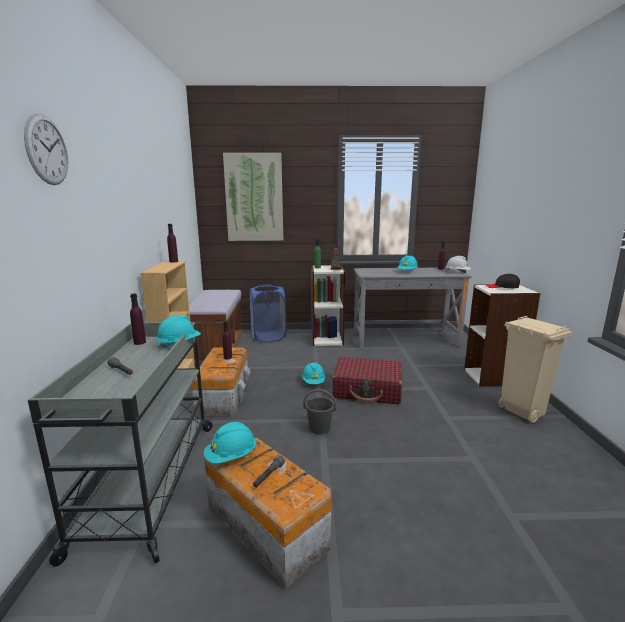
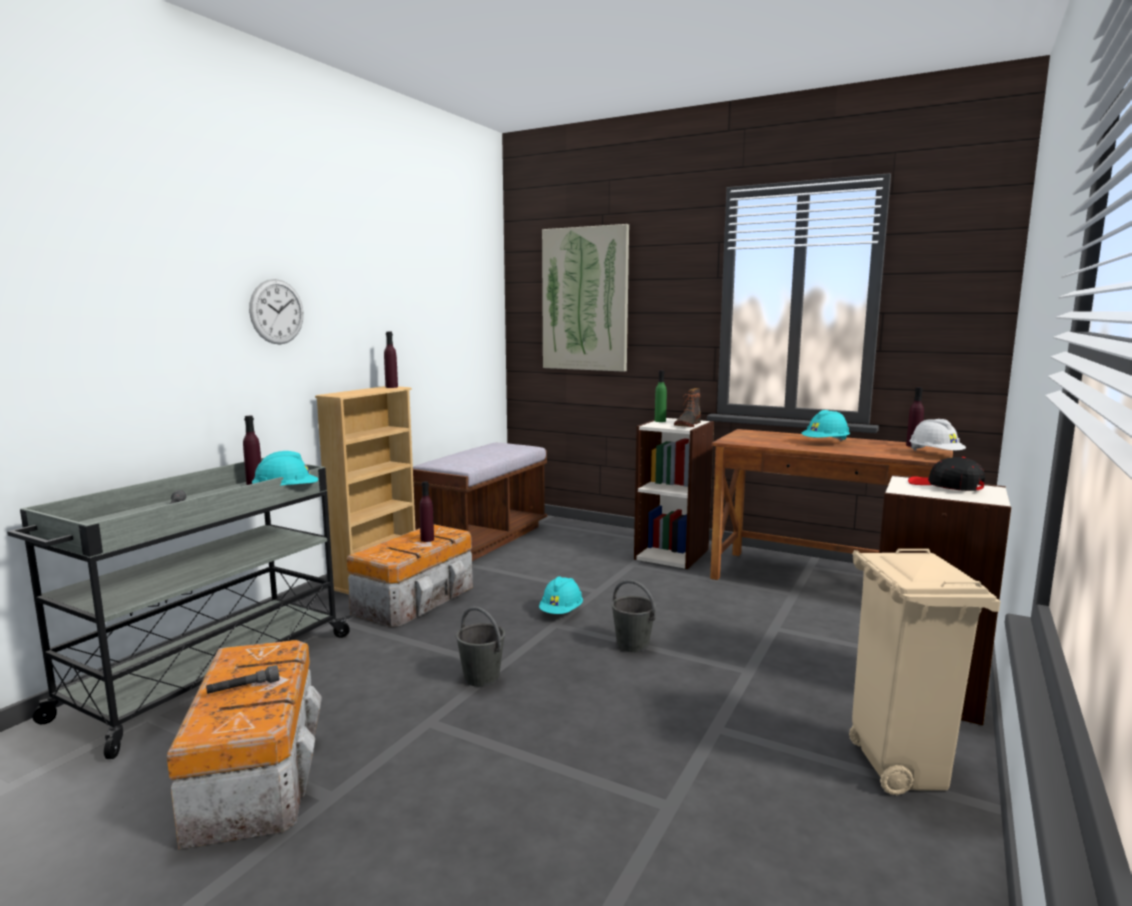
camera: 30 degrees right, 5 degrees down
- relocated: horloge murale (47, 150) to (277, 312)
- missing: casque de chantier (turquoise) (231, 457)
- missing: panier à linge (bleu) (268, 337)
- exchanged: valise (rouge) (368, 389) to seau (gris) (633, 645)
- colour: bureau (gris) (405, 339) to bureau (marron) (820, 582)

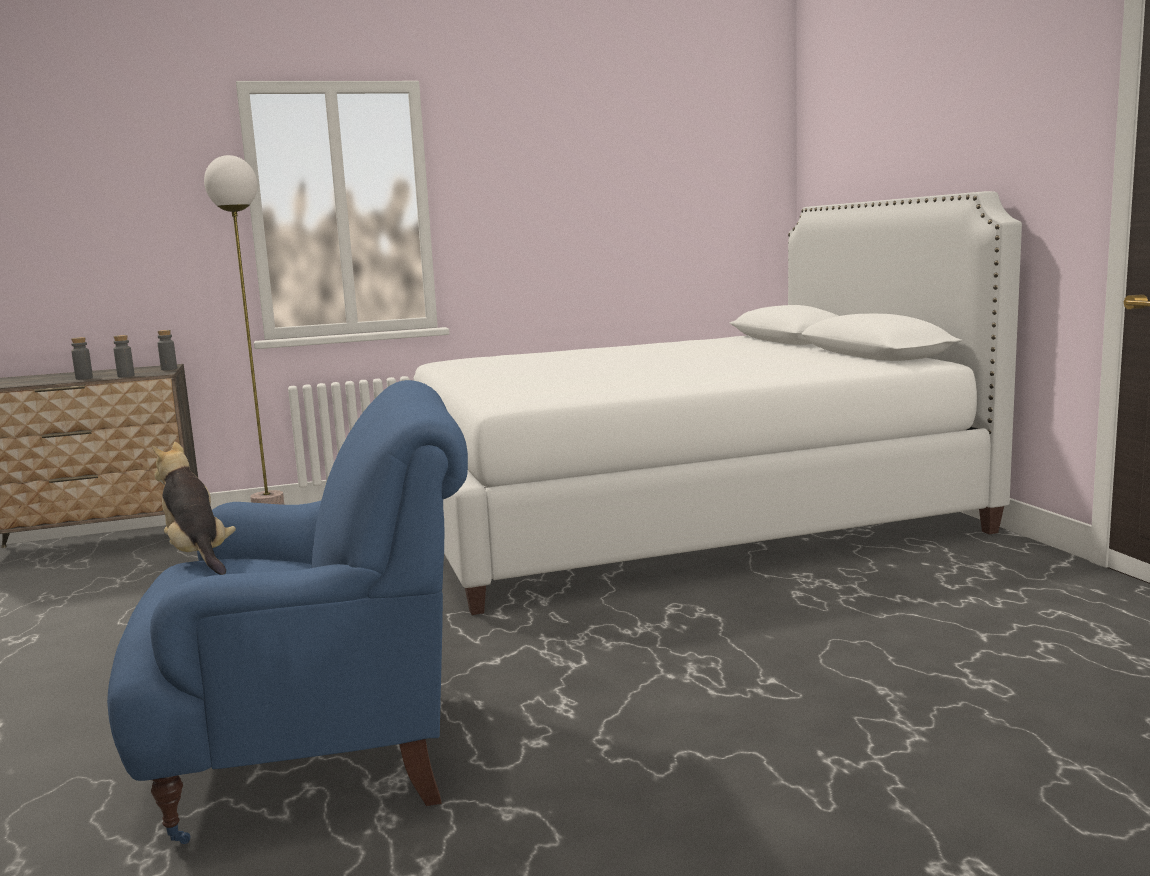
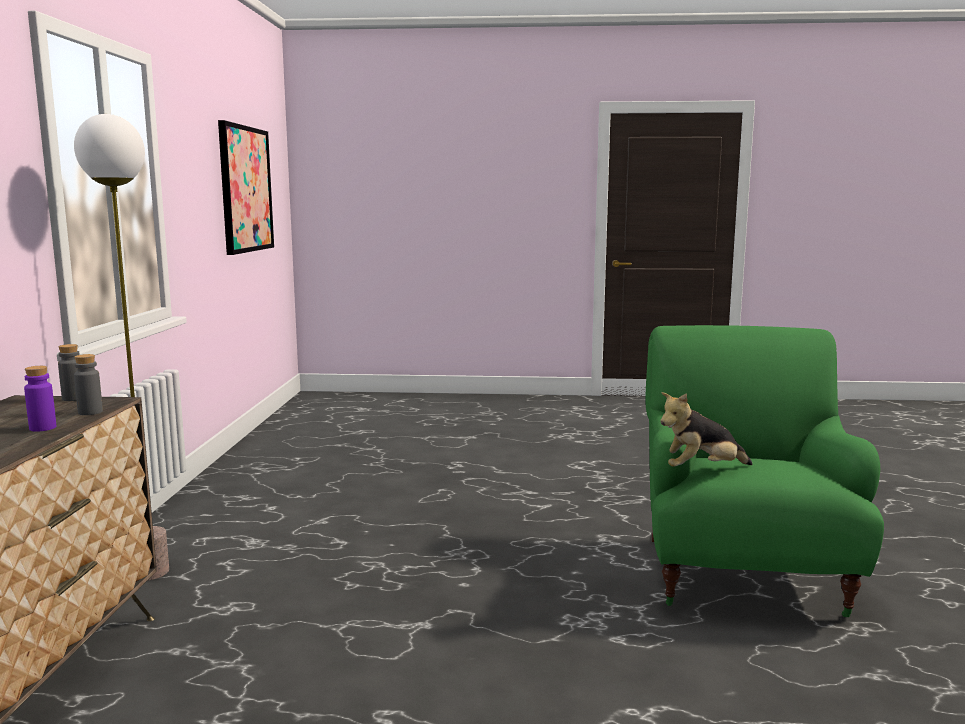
camera: 70 degrees left, 0 degrees up
- colour: bouteille (gris) (84, 378) to bouteille (violet) (43, 428)
- colour: fauteuil (bleu) (321, 755) to fauteuil (vert) (741, 573)
- missing: lit (blanc) (676, 517)
- appeared: tableau (245, 189)

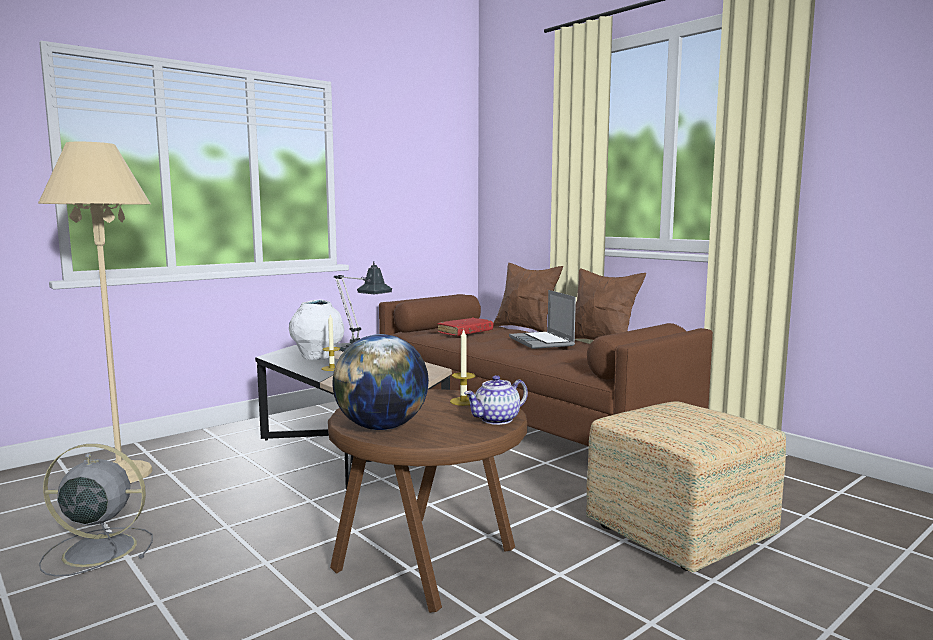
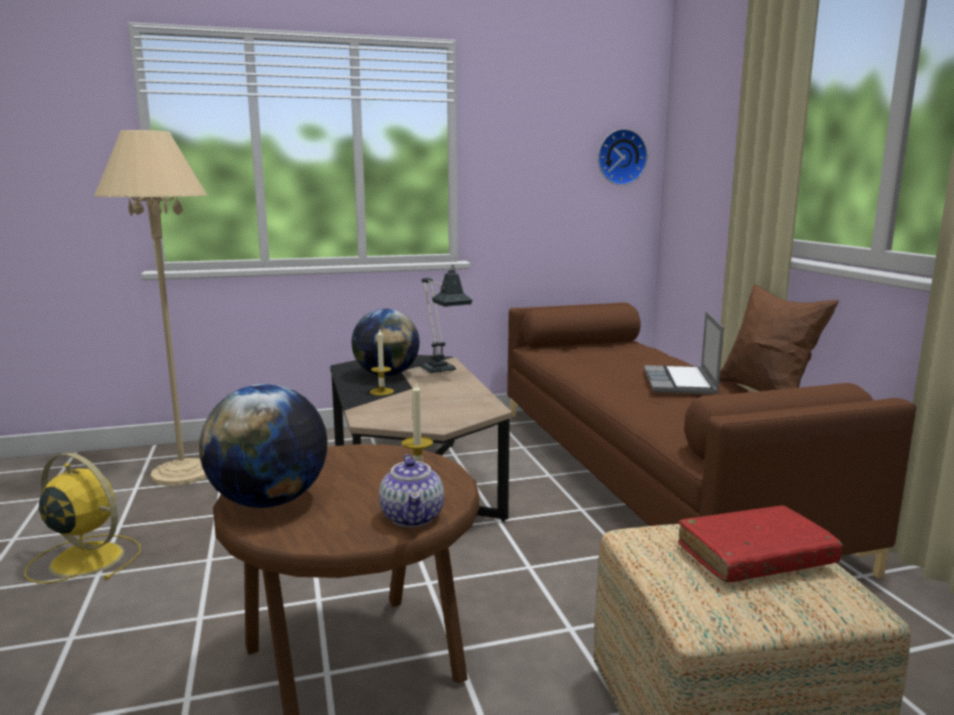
camera: 25 degrees right, 5 degrees up
- colour: ventilateur (gris) (96, 550) to ventilateur (jaune) (84, 559)
- exchanged: vase (blanc) (317, 358) to globe (386, 375)
- relocated: livre (rouge) (465, 332) to (755, 557)
- spun: théière (496, 420) = (413, 517) 90 degrees counterclockwise
- missing: coussin (marron) (526, 329)
- appeared: horloge murale (620, 157)

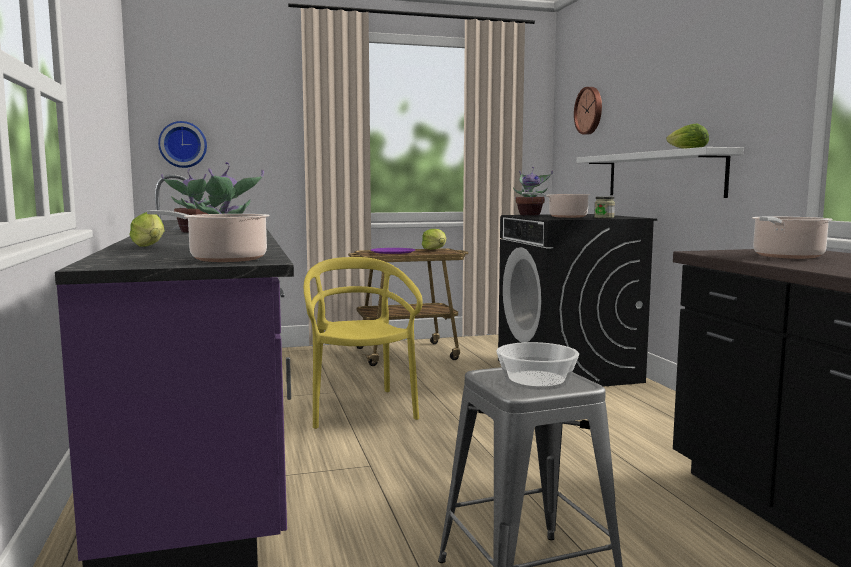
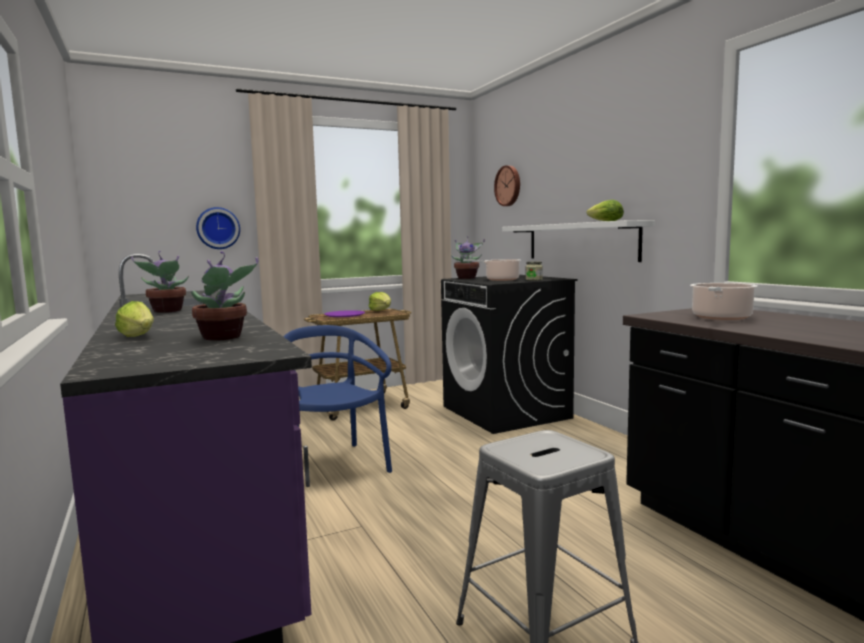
camera: 10 degrees left, 0 degrees up
- missing: marmite (223, 259)
- relocated: horloge murale (183, 144) to (218, 228)
- colour: chaise (jaune) (359, 408) to chaise (bleu) (334, 466)
- missing: bol (536, 380)

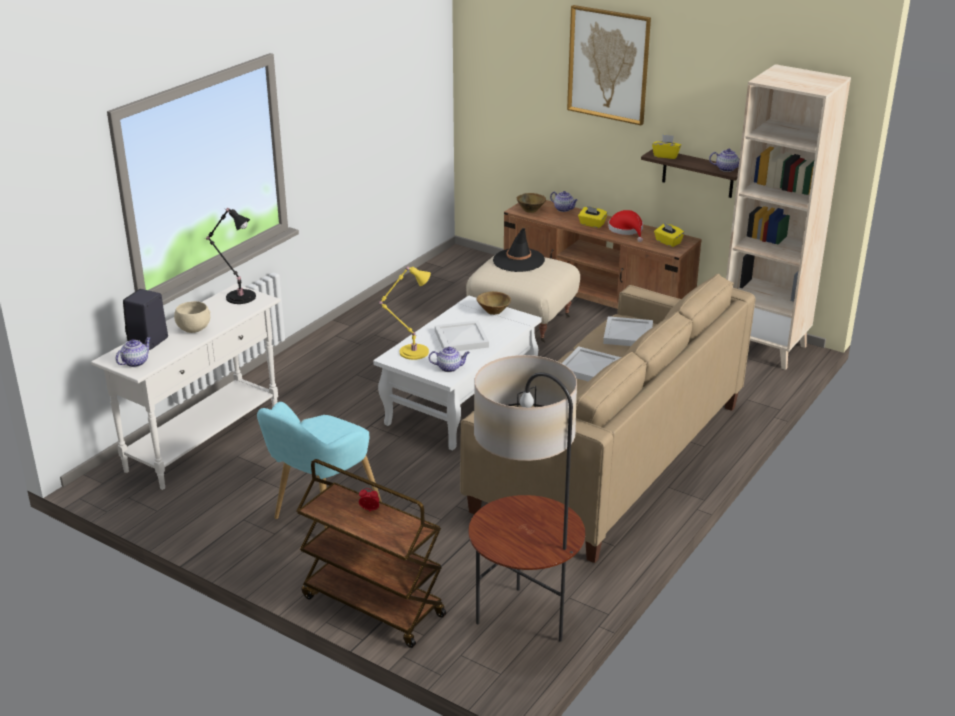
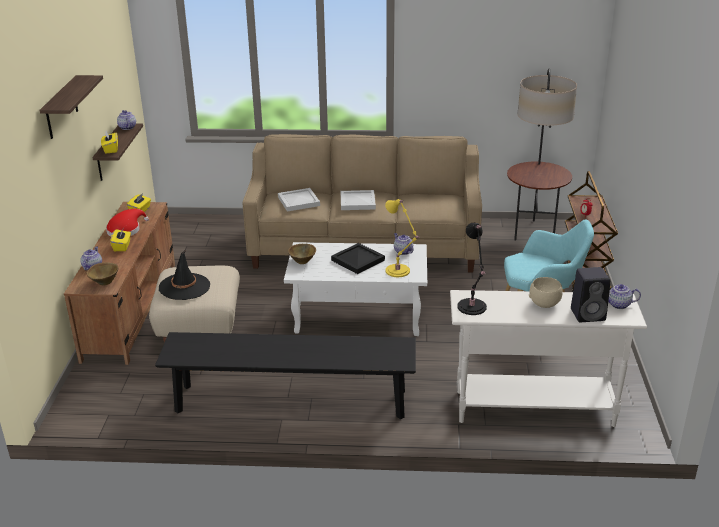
camera: 120 degrees left, 0 degrees up
- colour: plateau (blanc) (462, 339) to plateau (noir) (358, 260)
- exchanged: tableau (608, 64) to étagère (61, 108)
- missing: bibliothèque (beige) (764, 348)
- appeared: banc (noir) (291, 401)

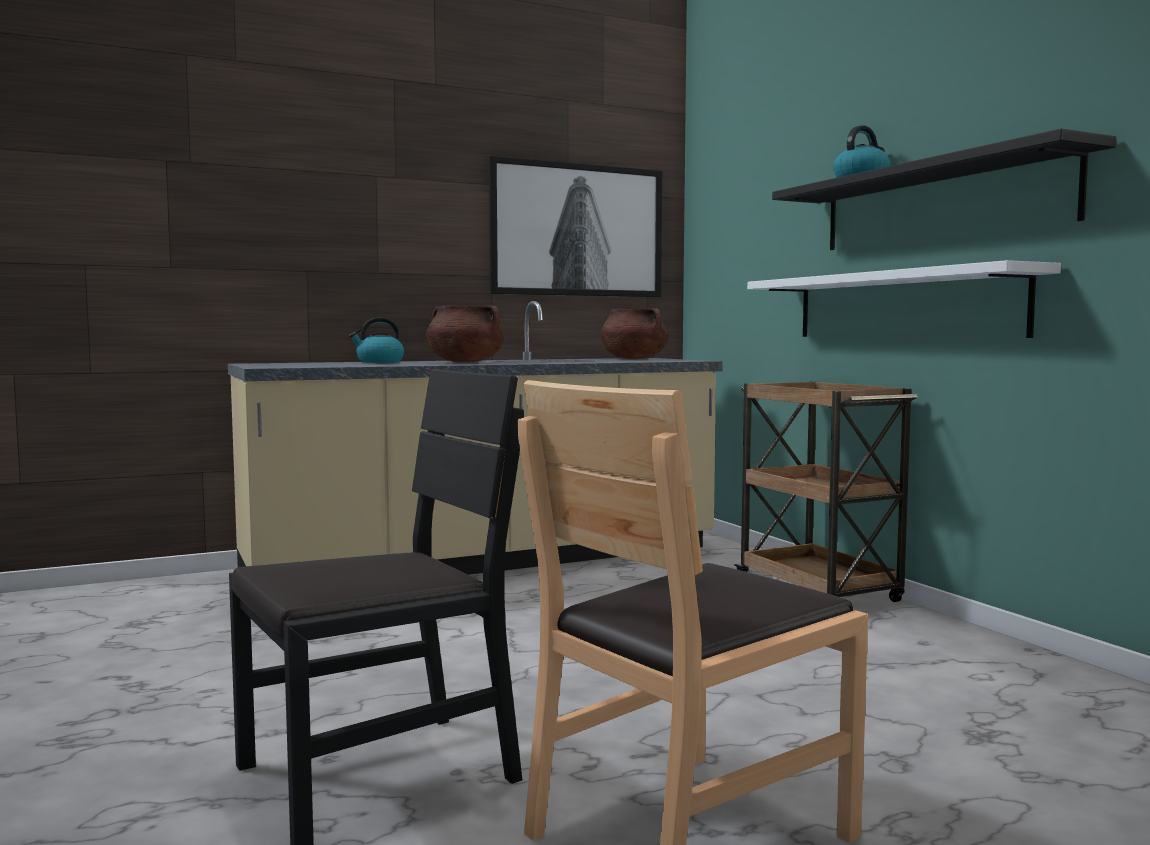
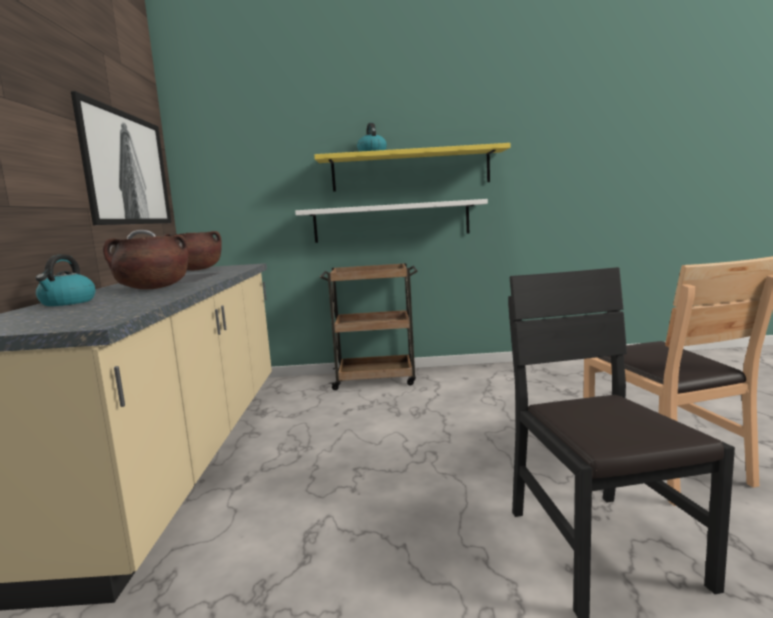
camera: 65 degrees left, 5 degrees up
- colour: étagère (noir) (939, 204) to étagère (jaune) (410, 170)

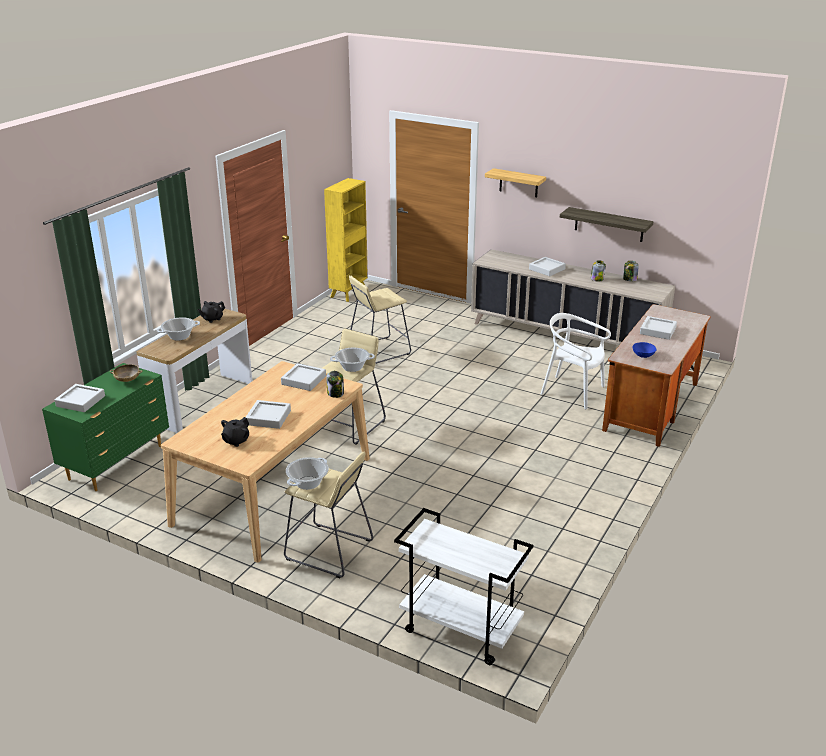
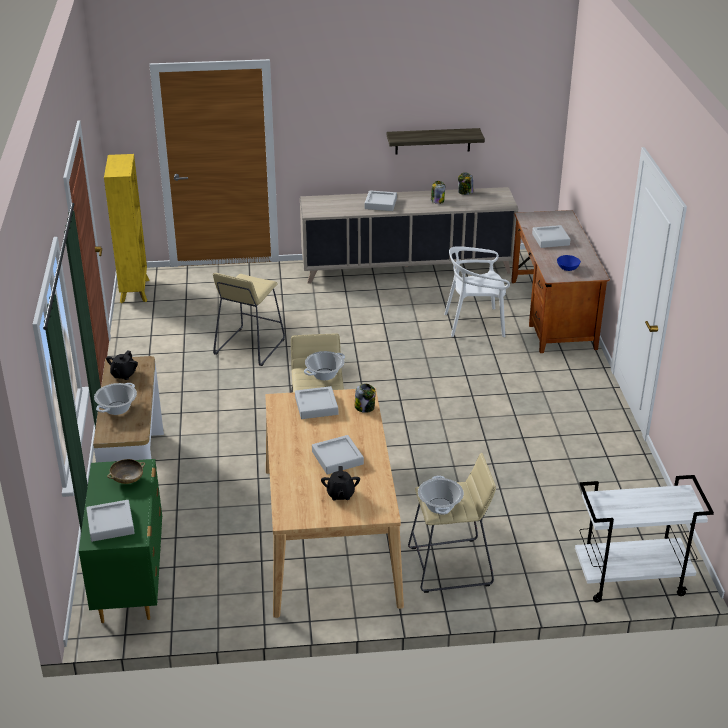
camera: 35 degrees left, 5 degrees up
- missing: étagère (518, 183)

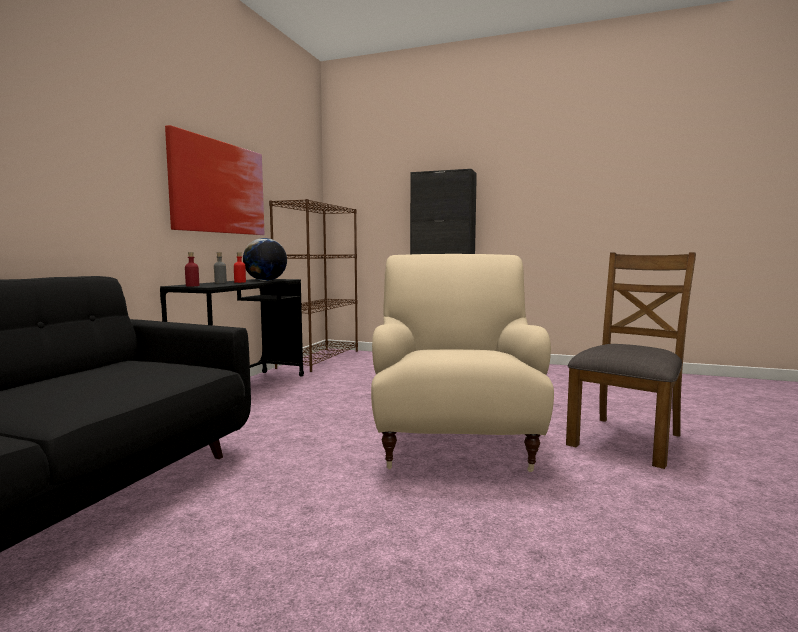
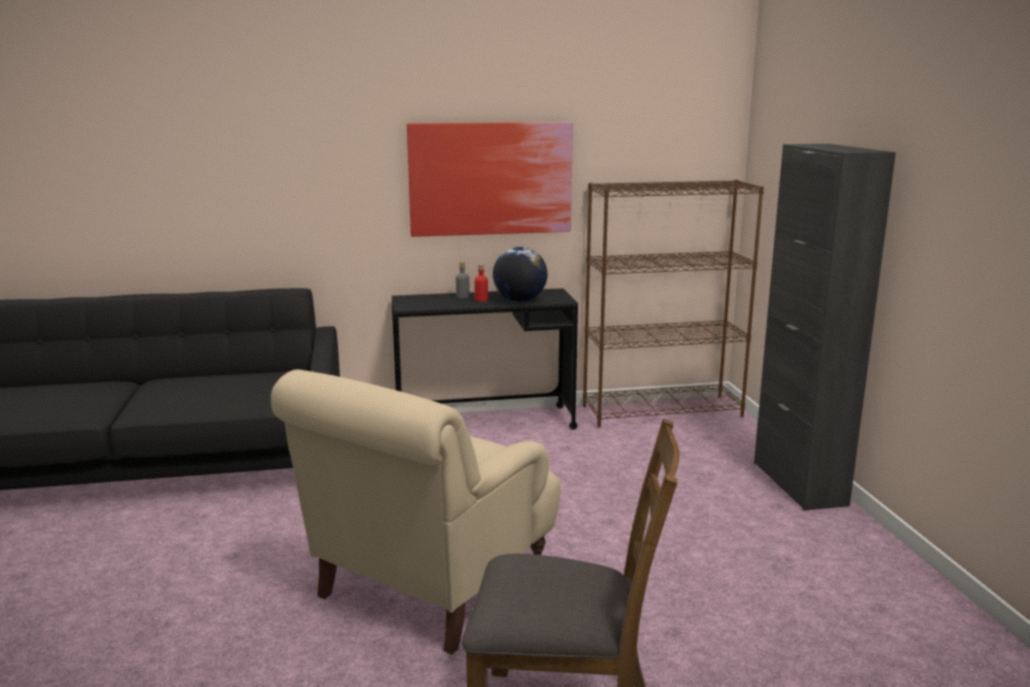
camera: 60 degrees right, 10 degrees up
- missing: bouteille (rouge) (192, 286)
- spun: fauteuil (beige) (455, 444) = (429, 586) 150 degrees clockwise

